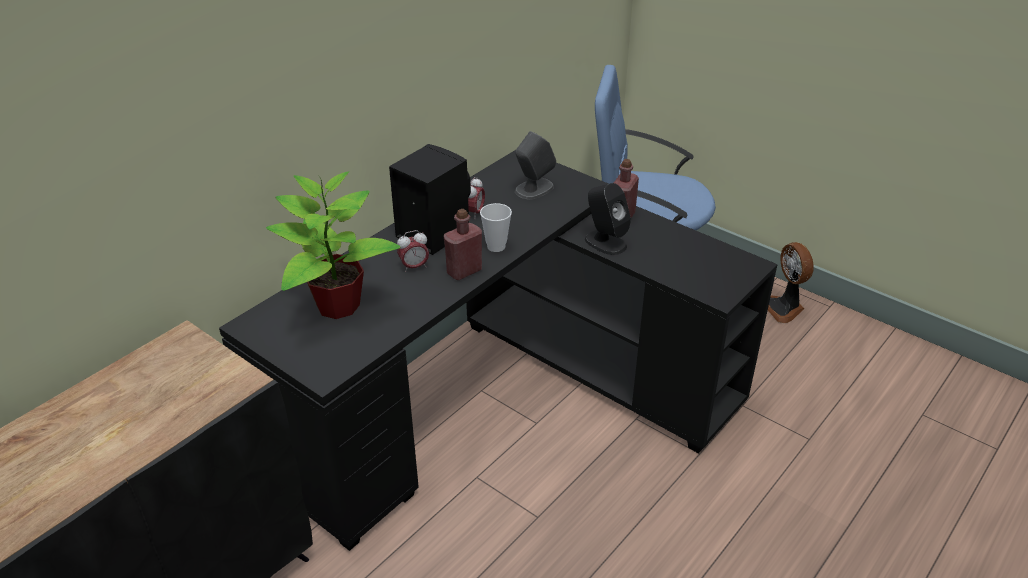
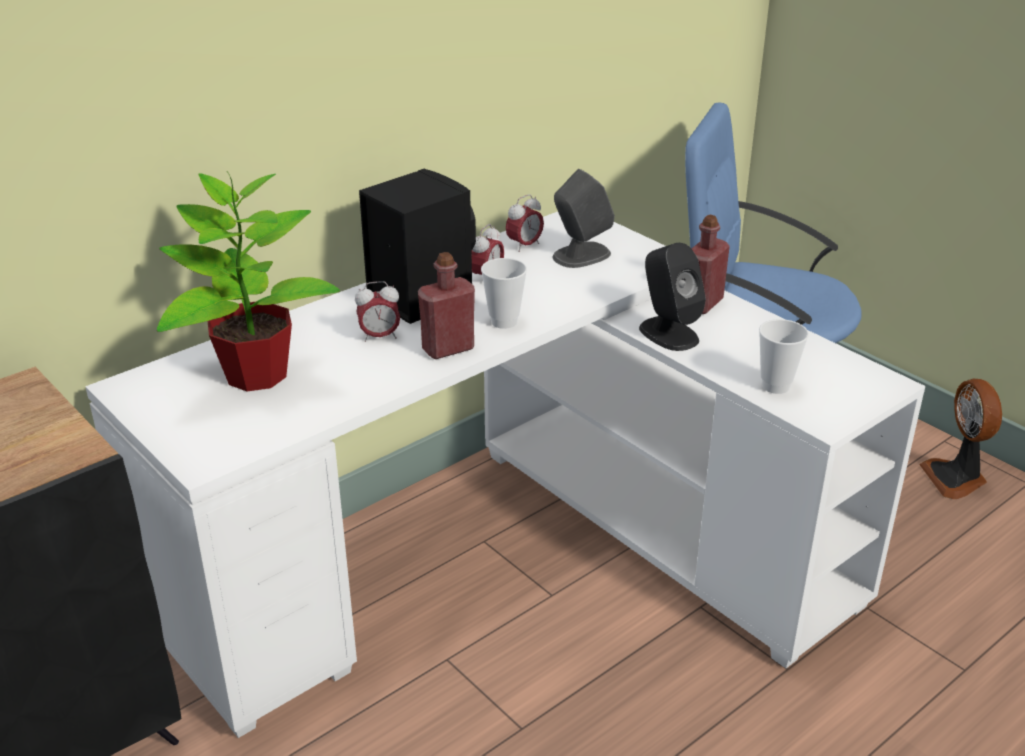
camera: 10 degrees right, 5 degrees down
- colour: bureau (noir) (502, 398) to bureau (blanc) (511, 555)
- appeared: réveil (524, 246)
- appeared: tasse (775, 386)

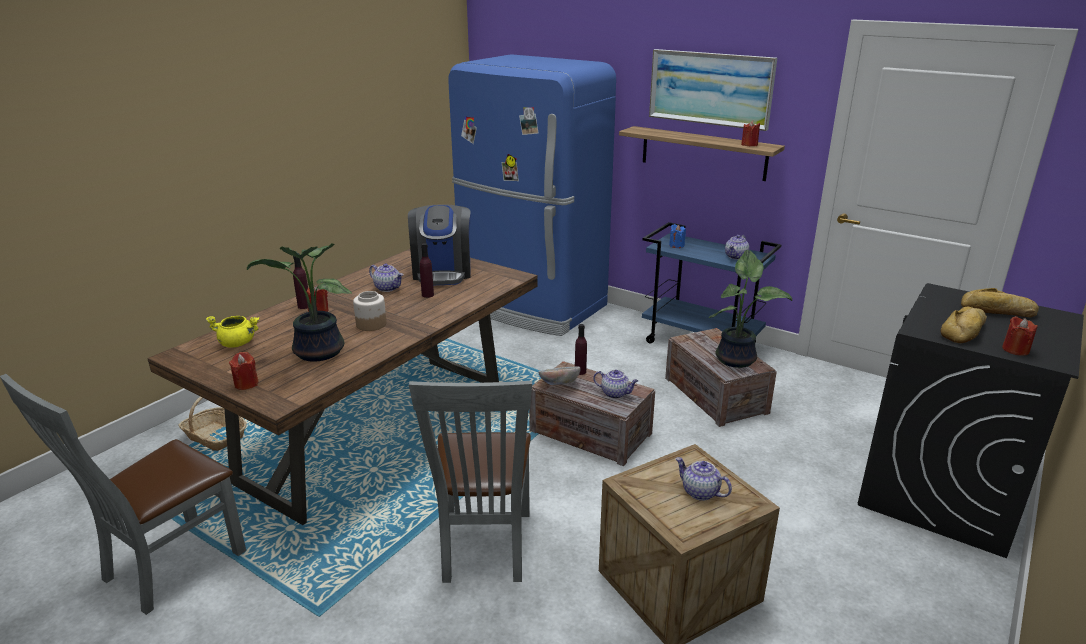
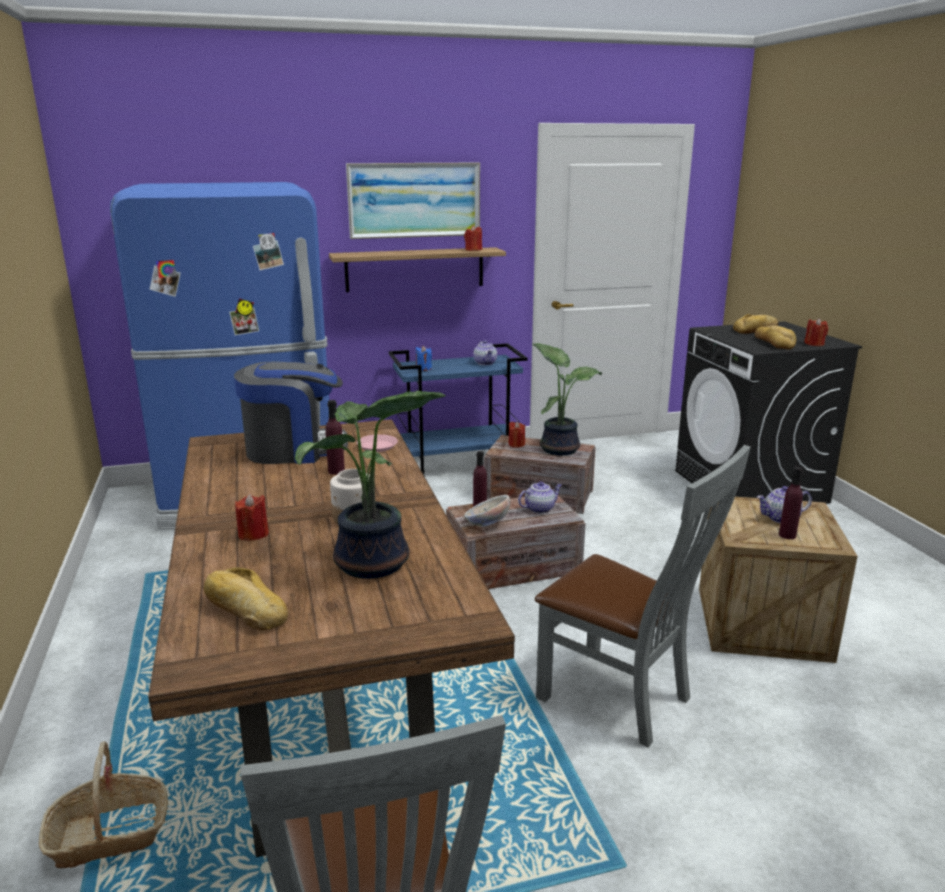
camera: 50 degrees left, 5 degrees down
- exchanged: marmite (jaune) (238, 343) to pain (245, 609)
- relocated: bougie (rouge) (246, 384) to (516, 444)
- relocated: bouteille (violet) (304, 306) to (787, 535)
- missing: théière (388, 288)
- spun: machine à café (442, 272) = (294, 449) 45 degrees counterclockwise
- appeared: assiette (rose) (377, 446)

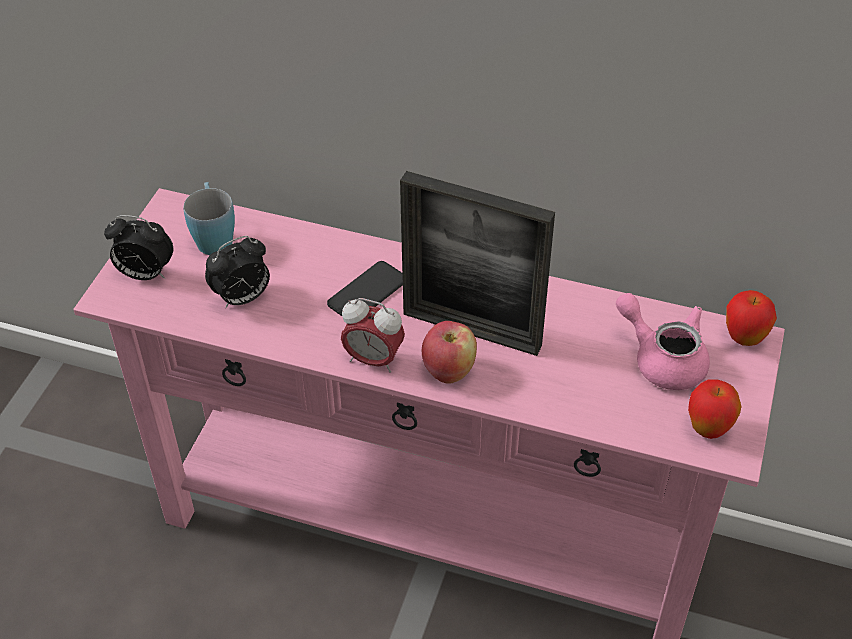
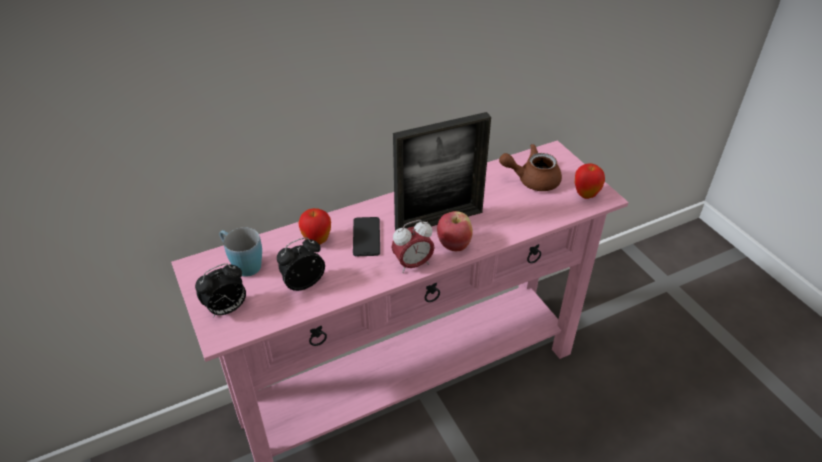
camera: 45 degrees left, 5 degrees down
- spun: réveil (242, 298) = (303, 283) 135 degrees counterclockwise
- colour: théière (rose) (662, 359) to théière (marron) (532, 180)
- relocated: pomme (744, 338) to (317, 241)

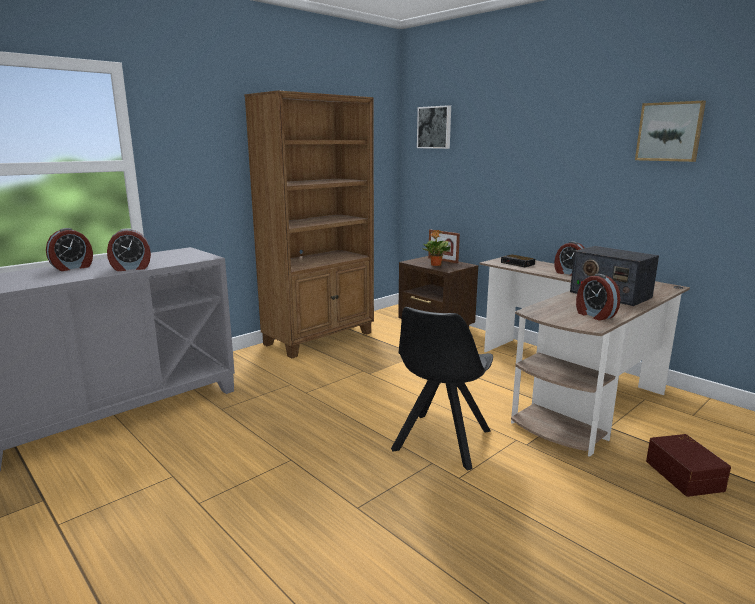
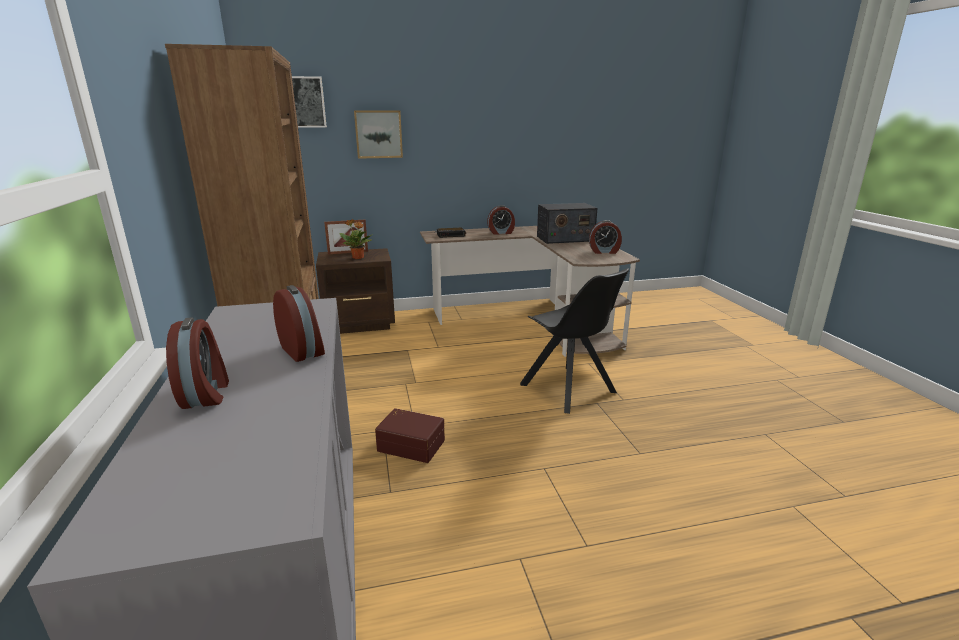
camera: 60 degrees left, 5 degrees up
- spun: réveil (131, 268) = (303, 350) 45 degrees counterclockwise
- relocated: tableau (670, 132) to (378, 134)
- relocated: boîte de rangement (marron) (685, 475) to (411, 444)

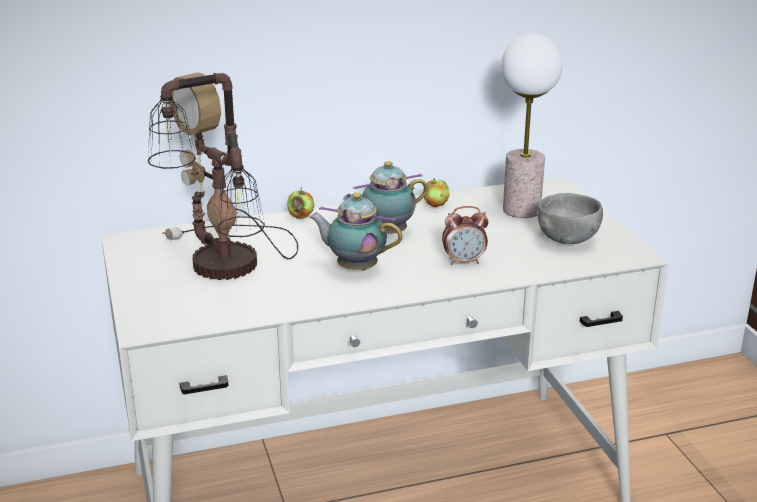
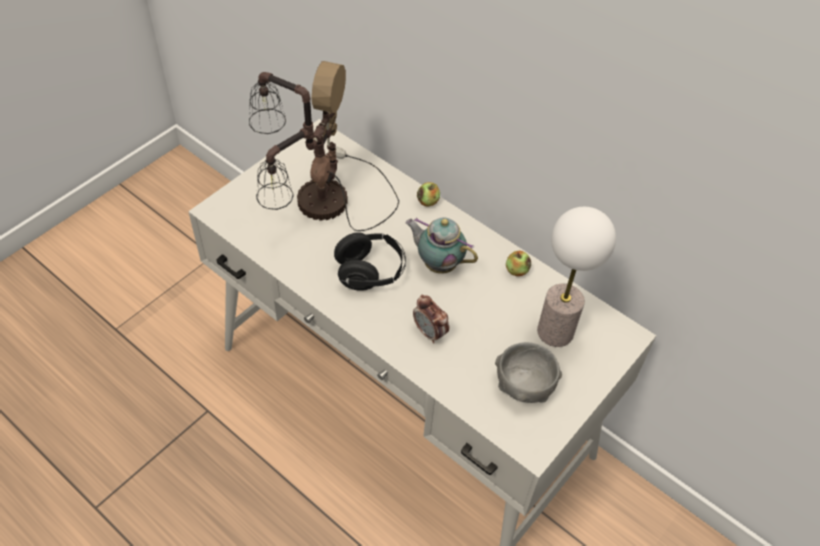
camera: 55 degrees right, 25 degrees up
- exchanged: théière (354, 268) to casque audio (noir) (370, 272)

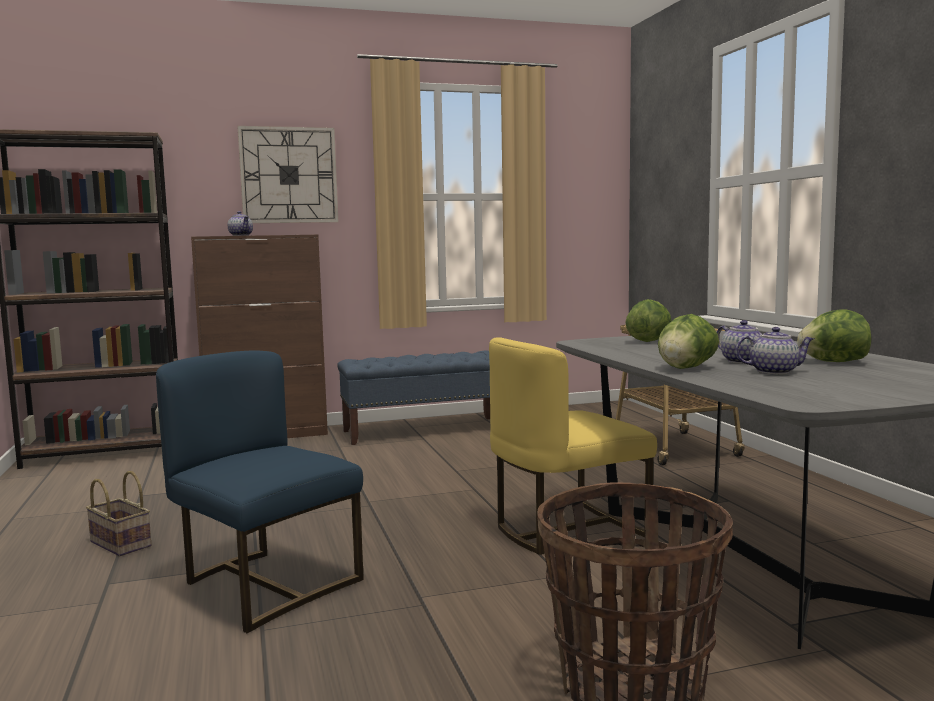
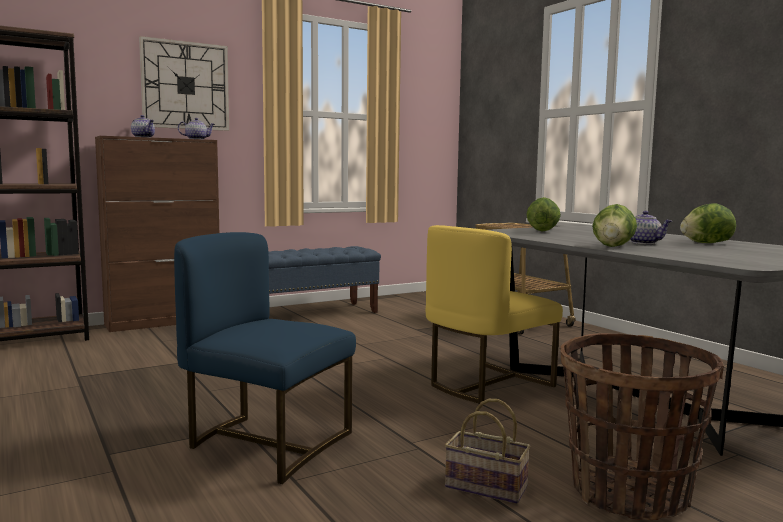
camera: 15 degrees left, 0 degrees up
- relocated: panier (118, 544) to (483, 487)
- relocated: théière (773, 372) to (197, 139)

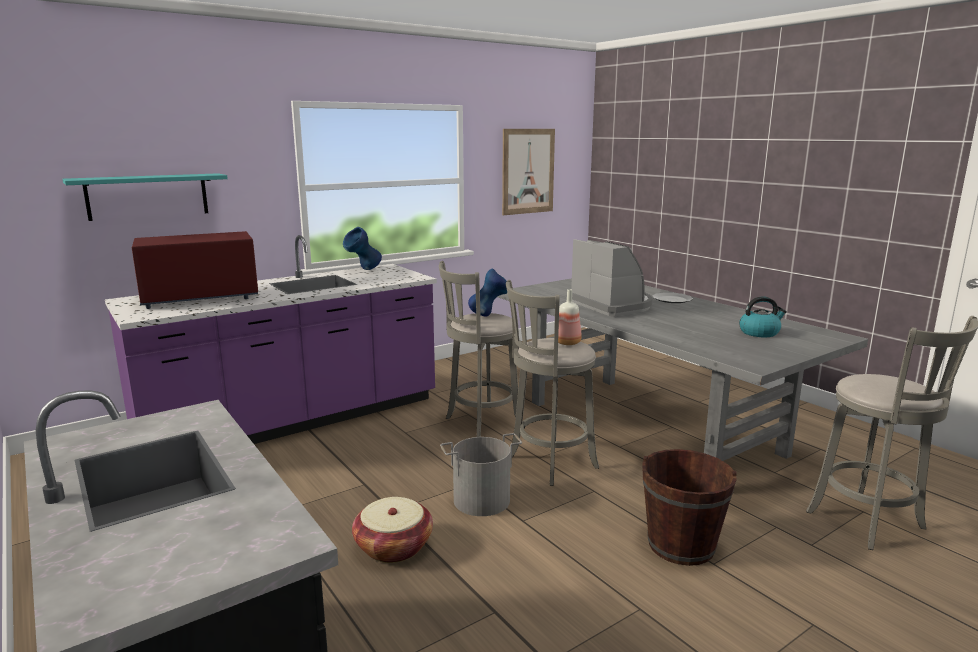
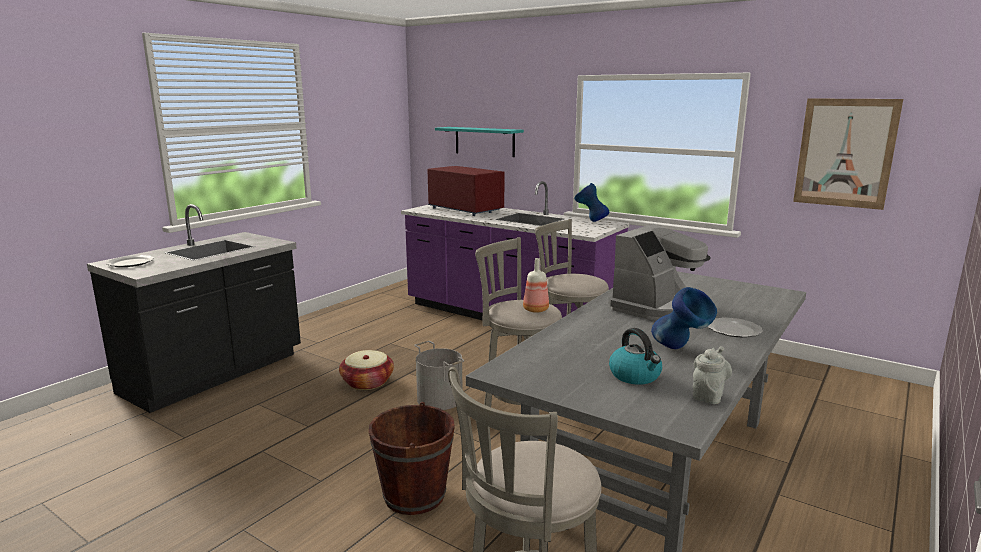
camera: 70 degrees right, 0 degrees up
- relocated: vase (bleu) (490, 315) to (680, 350)
- appeared: assiette (131, 263)
- appeared: théière (gris) (708, 395)

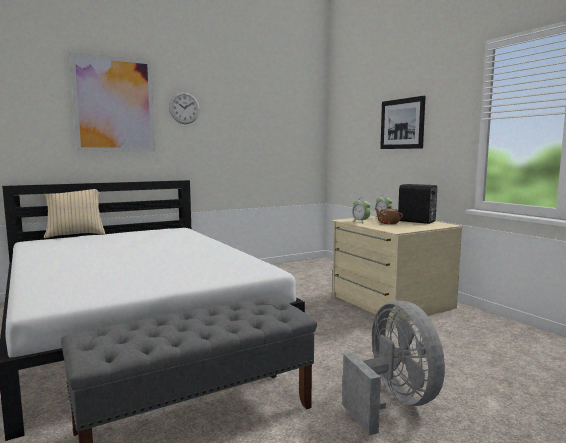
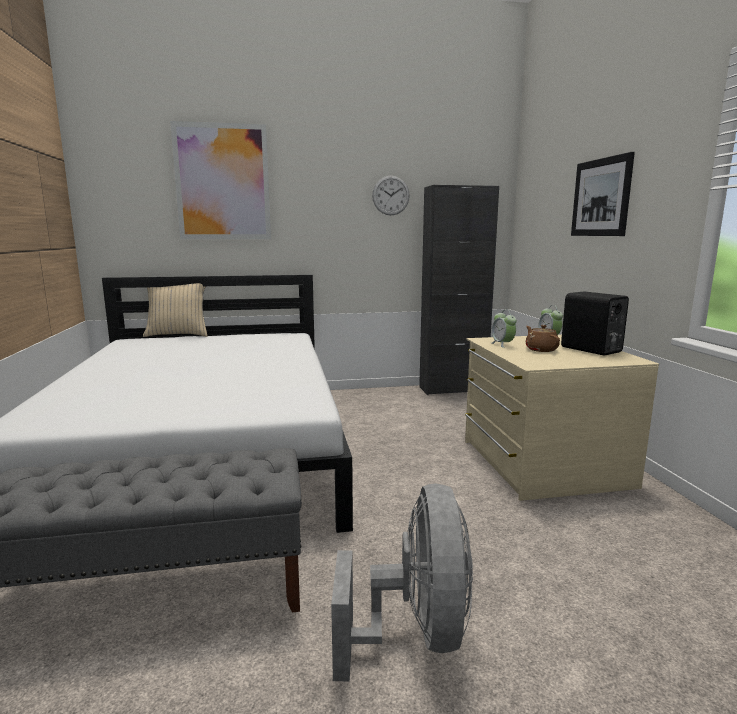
camera: 20 degrees right, 5 degrees up
- relocated: horloge murale (184, 108) to (391, 195)
- appeared: meuble de rangement (noir) (452, 389)

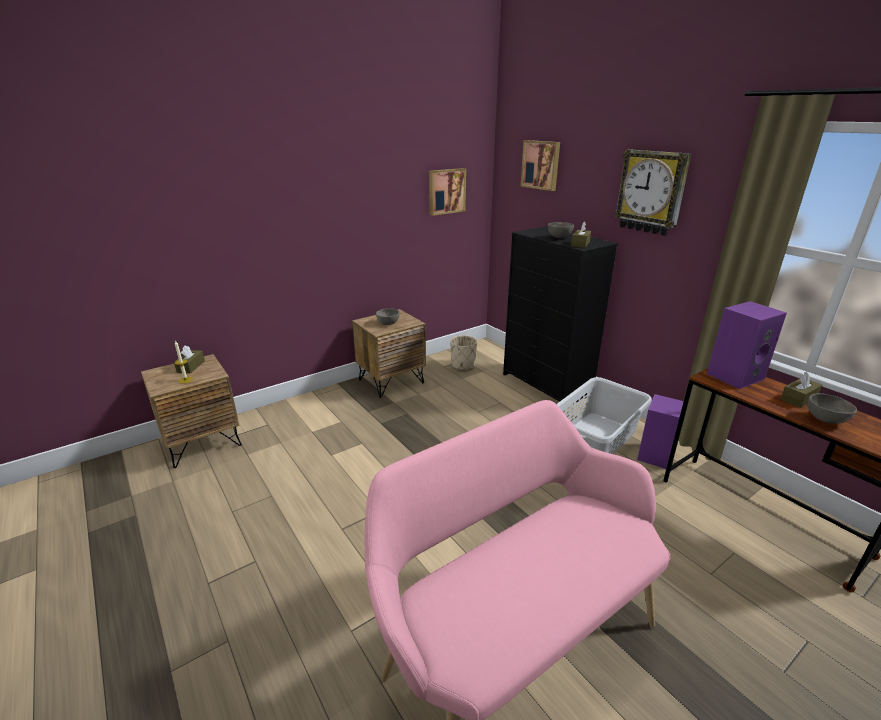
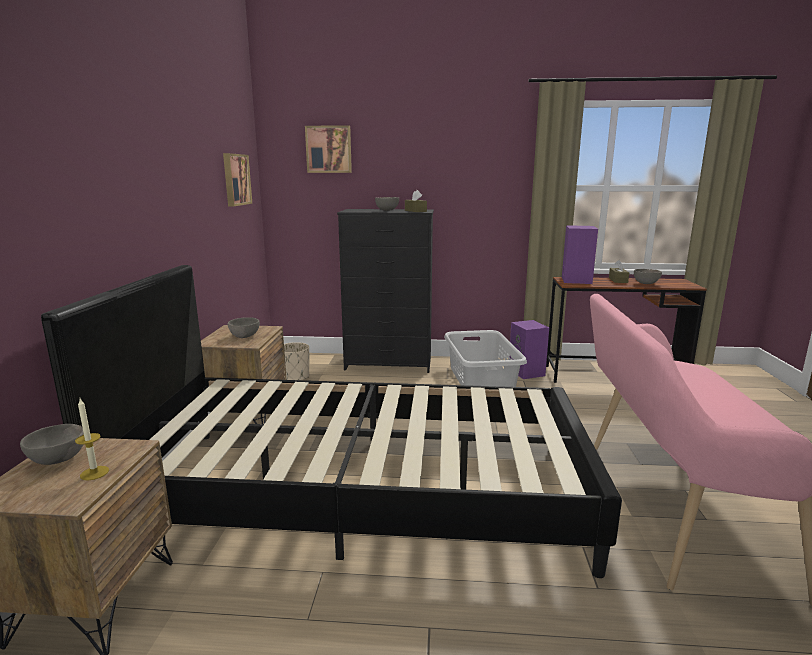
camera: 50 degrees left, 10 degrees down
- exchanged: boîte à mouchoirs (marron) (191, 366) to bol (gris) (59, 460)
- missing: horloge murale (651, 192)
- appeared: lit (noir) (359, 491)

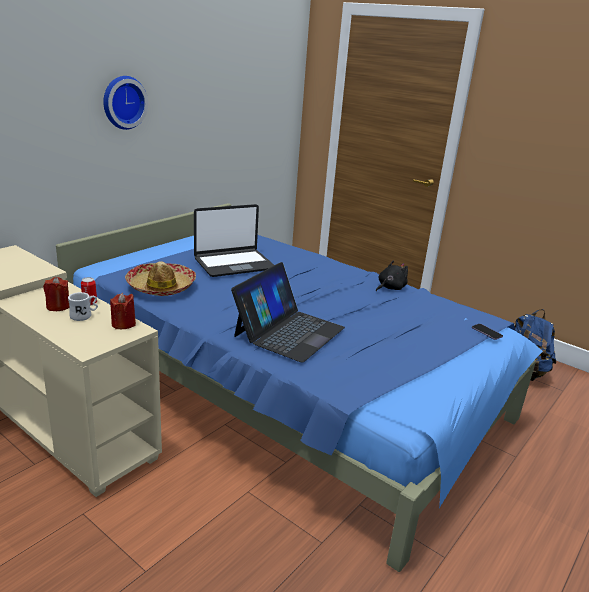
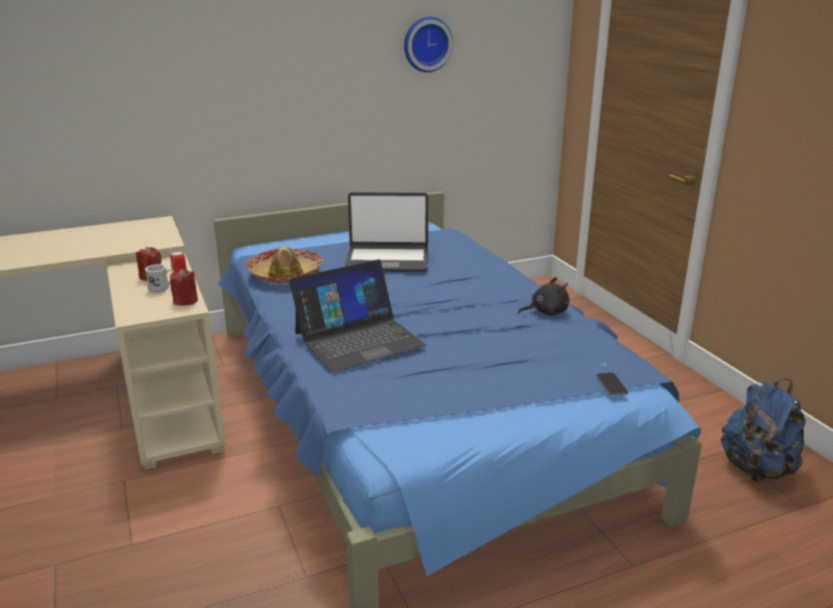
camera: 30 degrees right, 0 degrees up
- relocated: horloge murale (123, 102) to (426, 44)

